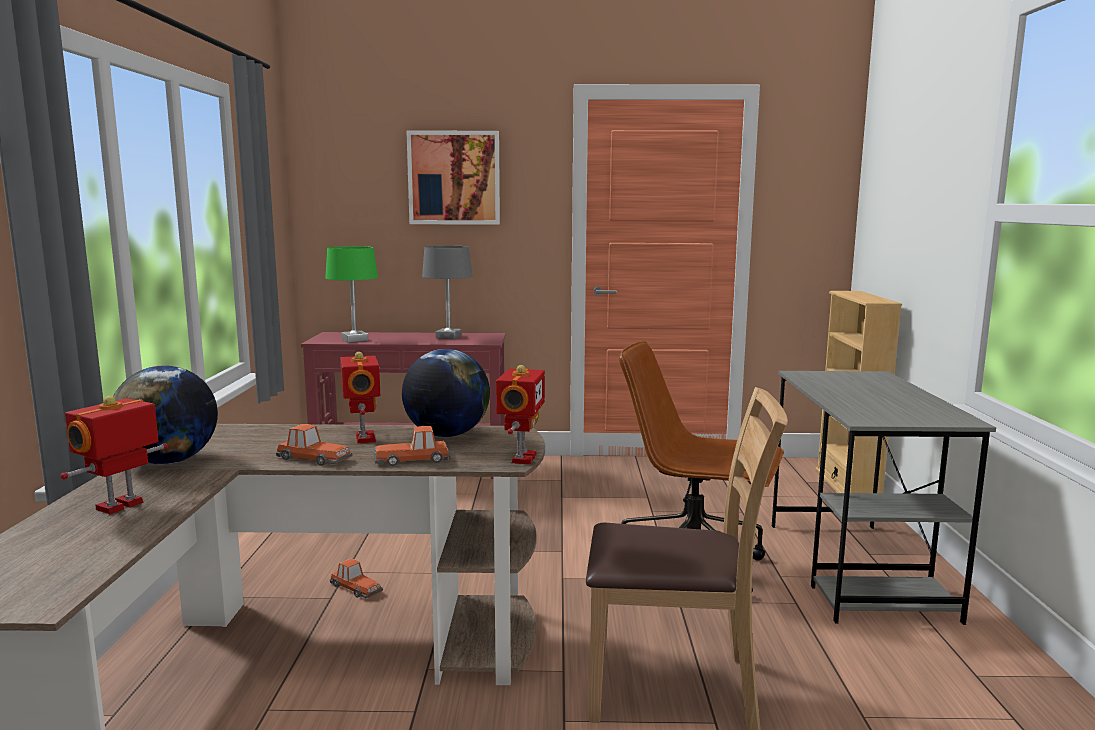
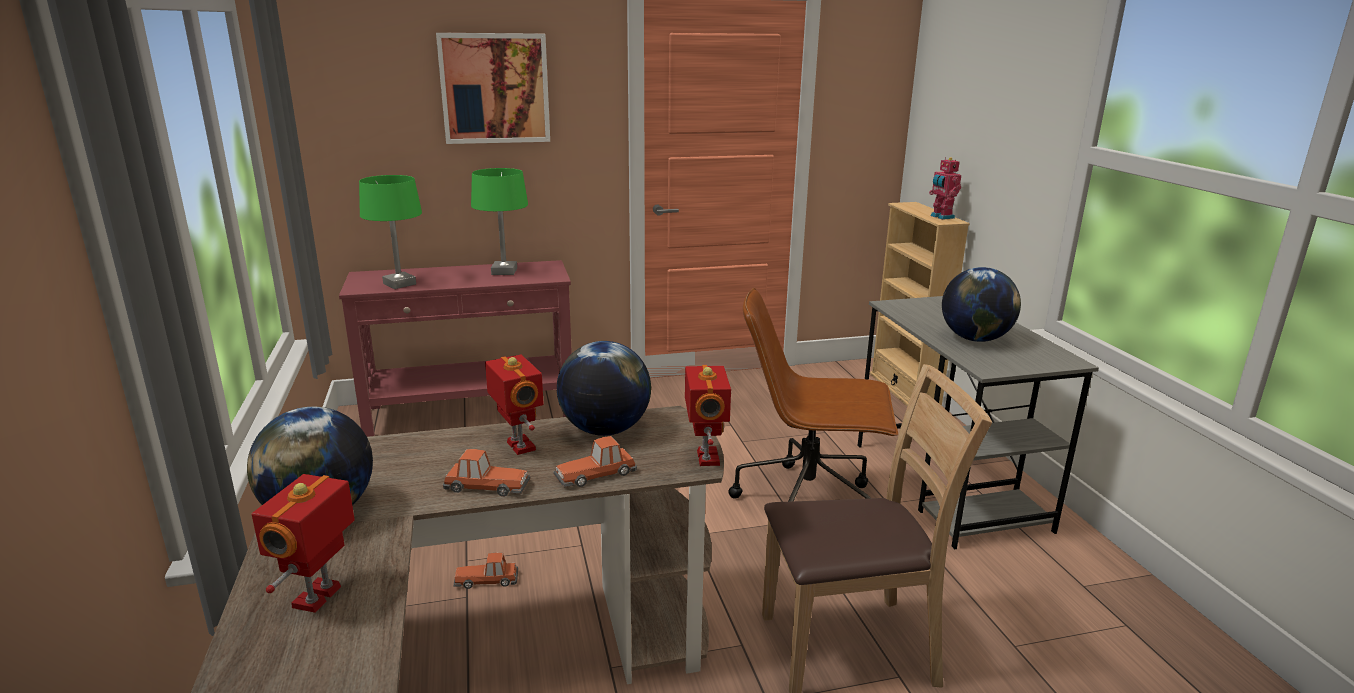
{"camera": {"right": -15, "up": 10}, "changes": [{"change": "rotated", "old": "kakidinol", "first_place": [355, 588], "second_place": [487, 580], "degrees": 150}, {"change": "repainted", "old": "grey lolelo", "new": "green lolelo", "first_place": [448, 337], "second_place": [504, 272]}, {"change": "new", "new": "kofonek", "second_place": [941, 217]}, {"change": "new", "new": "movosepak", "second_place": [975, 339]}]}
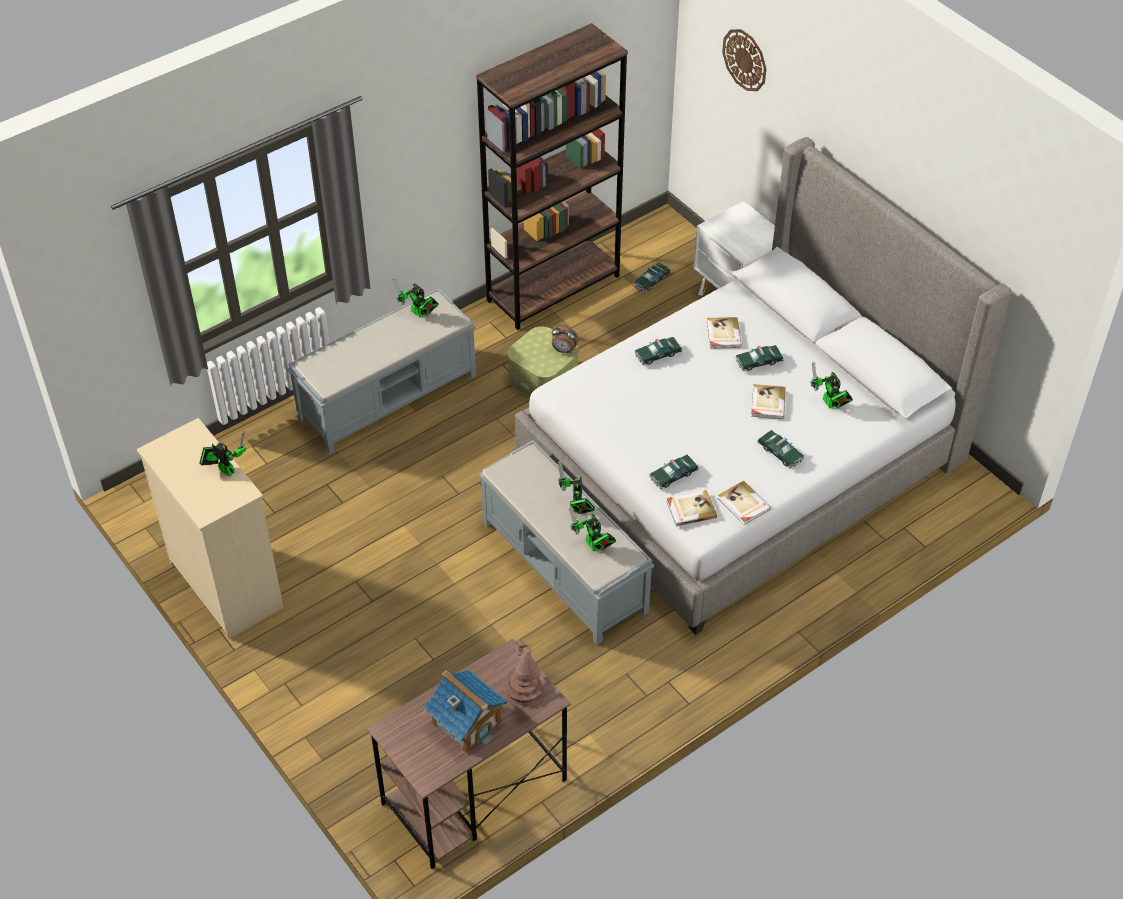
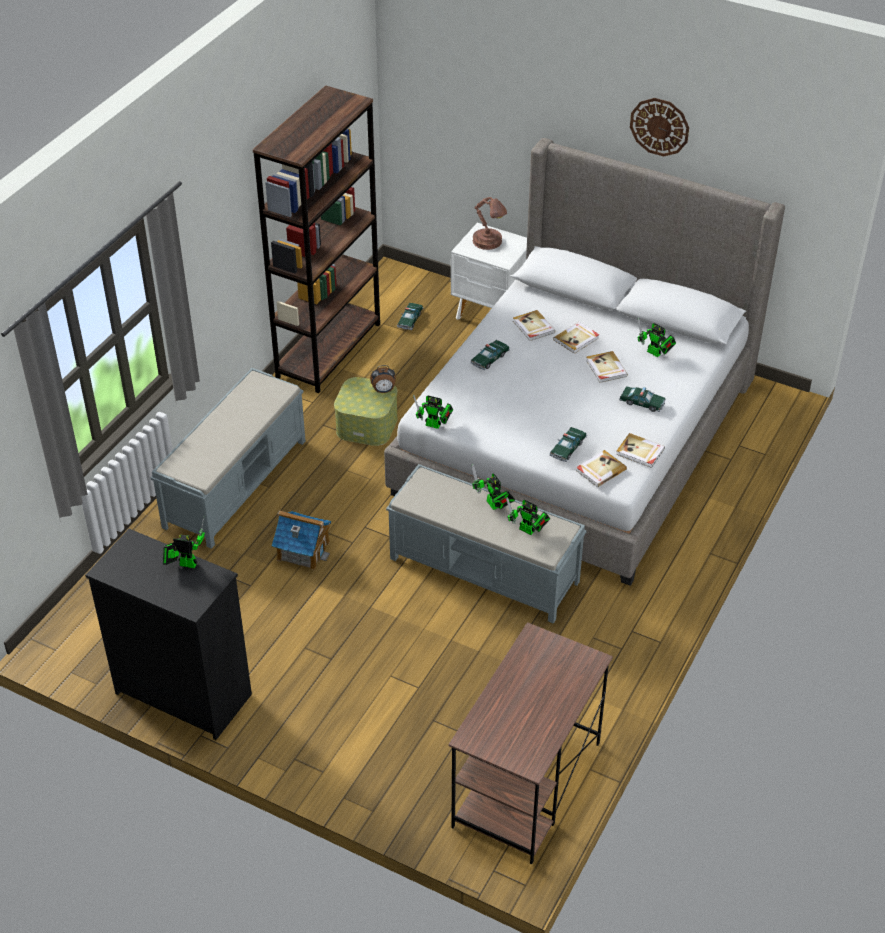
{"camera": {"right": -25, "up": -5}, "changes": [{"change": "repainted", "old": "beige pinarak", "new": "black pinarak", "first_place": [226, 583], "second_place": [183, 693]}, {"change": "shifted", "old": "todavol", "first_place": [466, 722], "second_place": [303, 550]}, {"change": "shifted", "old": "kofonek", "first_place": [419, 314], "second_place": [435, 425]}, {"change": "shifted", "old": "brown lolelo", "first_place": [525, 690], "second_place": [489, 242]}, {"change": "swapped", "old": "kakidinol", "new": "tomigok", "first_place": [758, 362], "second_place": [577, 339]}, {"change": "shifted", "old": "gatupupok", "first_place": [745, 59], "second_place": [659, 126]}]}
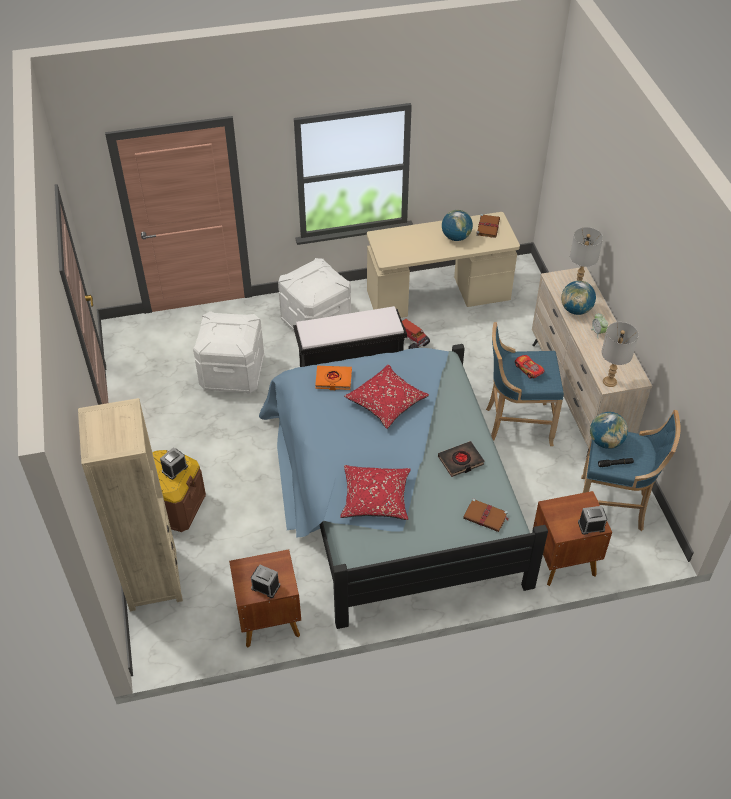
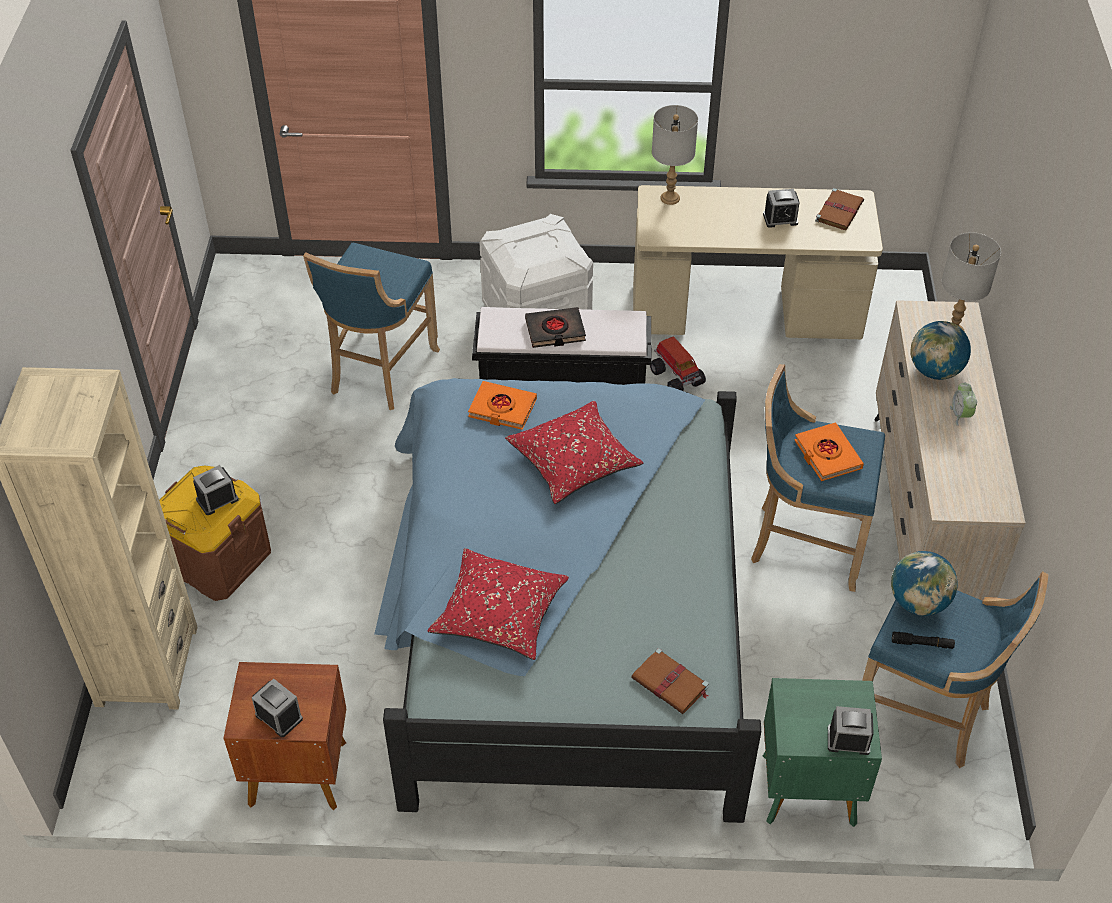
{"camera": {"right": 15, "up": 0}, "changes": [{"change": "swapped", "old": "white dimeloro", "new": "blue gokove", "first_place": [232, 374], "second_place": [379, 372]}, {"change": "shifted", "old": "black tomigok", "first_place": [461, 461], "second_place": [555, 331]}, {"change": "shifted", "old": "grey lolelo", "first_place": [610, 382], "second_place": [670, 198]}, {"change": "swapped", "old": "movosepak", "new": "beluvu", "first_place": [456, 237], "second_place": [780, 219]}, {"change": "repainted", "old": "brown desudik", "new": "green desudik", "first_place": [563, 560], "second_place": [807, 787]}, {"change": "swapped", "old": "kakidinol", "new": "orange tomigok", "first_place": [528, 370], "second_place": [827, 455]}]}
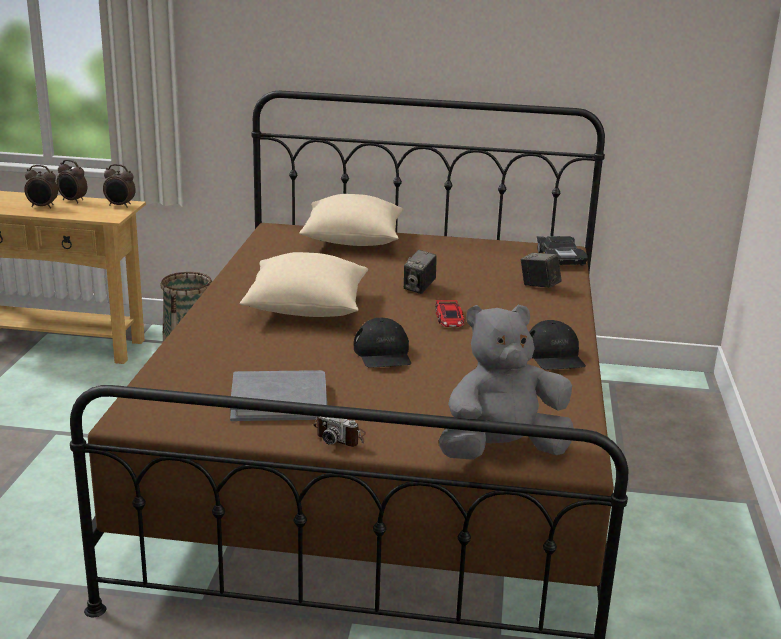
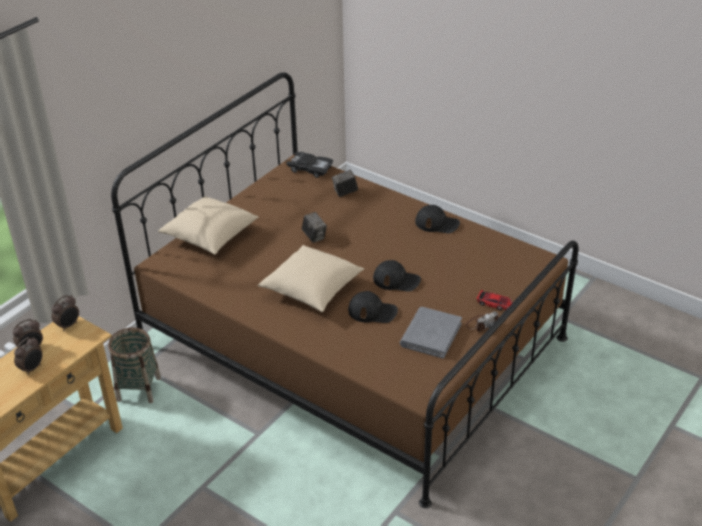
{"camera": {"right": -60, "up": 15}, "changes": [{"change": "new", "new": "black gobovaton", "second_place": [372, 311]}, {"change": "shifted", "old": "kakidinol", "first_place": [449, 318], "second_place": [494, 303]}, {"change": "gone", "old": "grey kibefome", "first_place": [502, 451]}]}
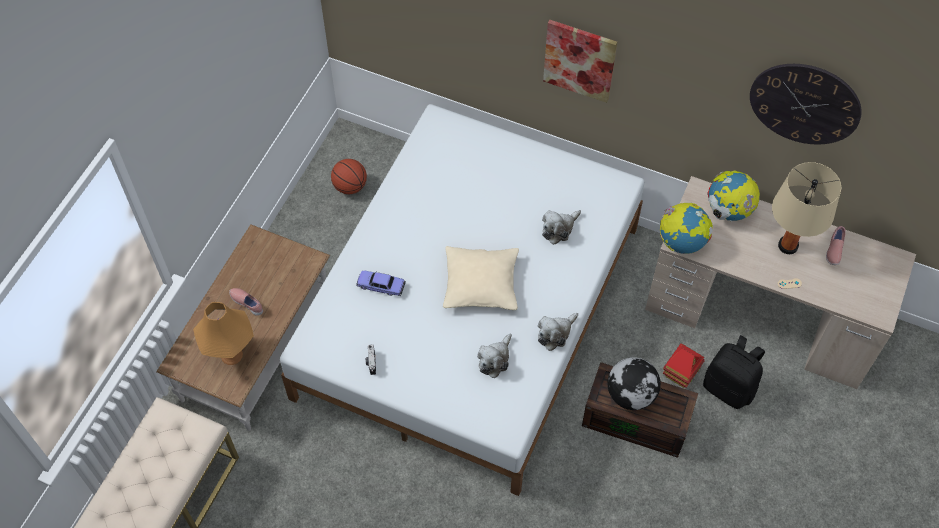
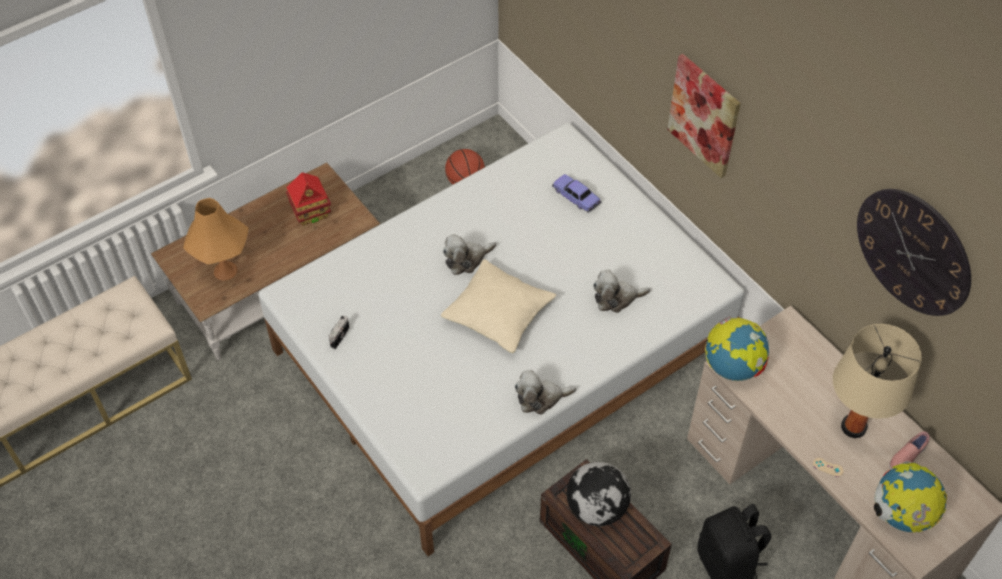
{"camera": {"right": 30, "up": -5}, "changes": [{"change": "shifted", "old": "todavol", "first_place": [680, 373], "second_place": [311, 213]}, {"change": "shifted", "old": "kibefome", "first_place": [495, 359], "second_place": [466, 259]}, {"change": "shifted", "old": "kakidinol", "first_place": [381, 286], "second_place": [576, 197]}, {"change": "shifted", "old": "movosepak", "first_place": [728, 210], "second_place": [901, 514]}, {"change": "gone", "old": "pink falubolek", "first_place": [247, 303]}]}
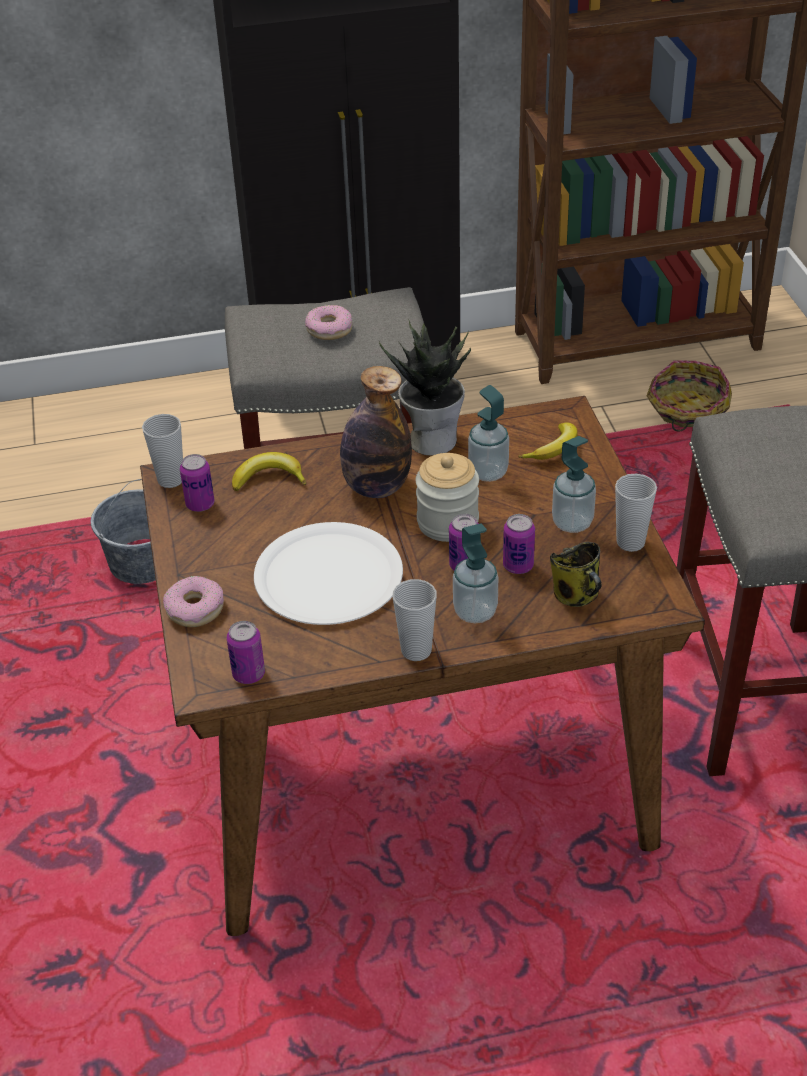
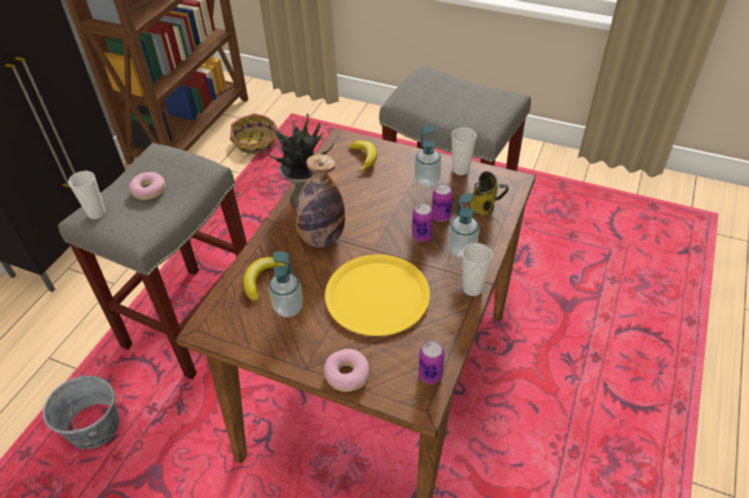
{"camera": {"right": -55, "up": 5}, "changes": [{"change": "shifted", "old": "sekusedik", "first_place": [170, 480], "second_place": [96, 213]}, {"change": "shifted", "old": "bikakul", "first_place": [488, 472], "second_place": [288, 308]}, {"change": "repainted", "old": "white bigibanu", "new": "yellow bigibanu", "first_place": [328, 576], "second_place": [377, 296]}, {"change": "gone", "old": "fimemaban", "first_place": [200, 504]}, {"change": "gone", "old": "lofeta", "first_place": [447, 522]}]}
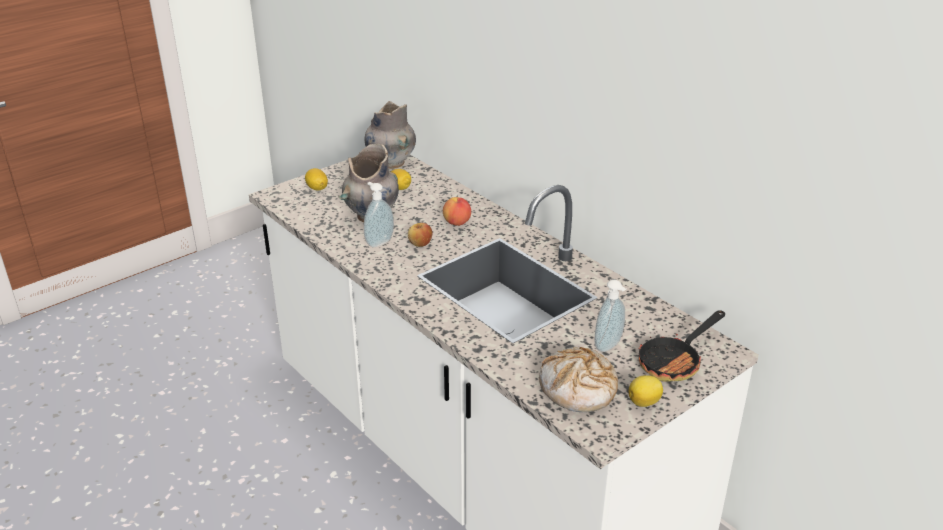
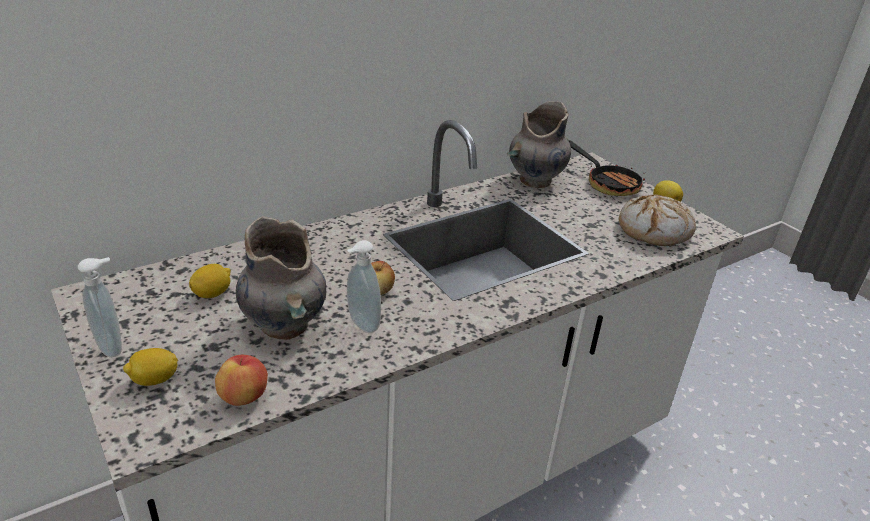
{"camera": {"right": -85, "up": 0}, "changes": [{"change": "shifted", "old": "bikakul", "first_place": [609, 346], "second_place": [112, 346]}, {"change": "shifted", "old": "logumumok", "first_place": [457, 223], "second_place": [244, 397]}, {"change": "shifted", "old": "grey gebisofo", "first_place": [390, 163], "second_place": [534, 181]}]}
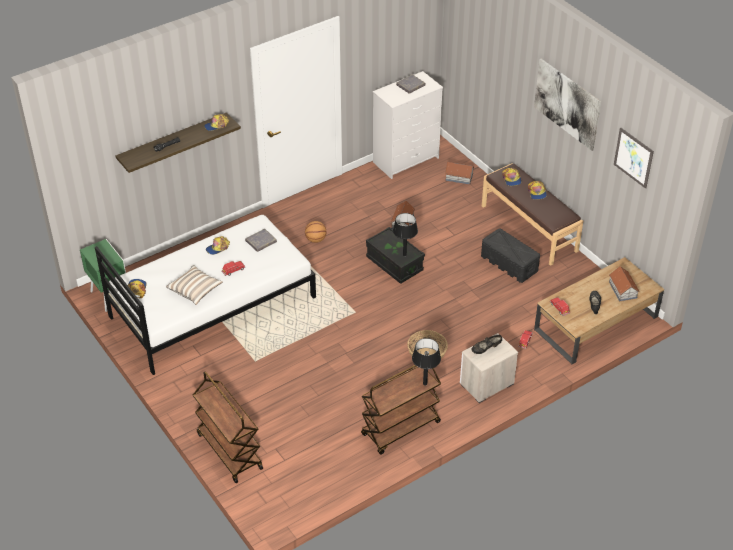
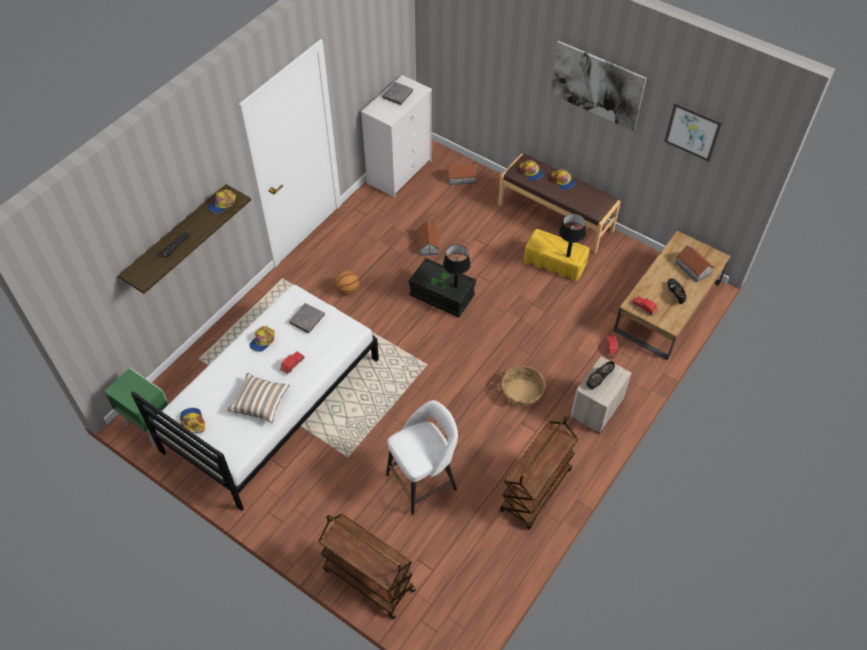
{"camera": {"right": -20, "up": 10}, "changes": [{"change": "new", "new": "white gokove", "second_place": [423, 481]}, {"change": "repainted", "old": "black dimeloro", "new": "yellow dimeloro", "first_place": [509, 264], "second_place": [555, 263]}, {"change": "shifted", "old": "black lolelo", "first_place": [425, 384], "second_place": [568, 255]}]}
